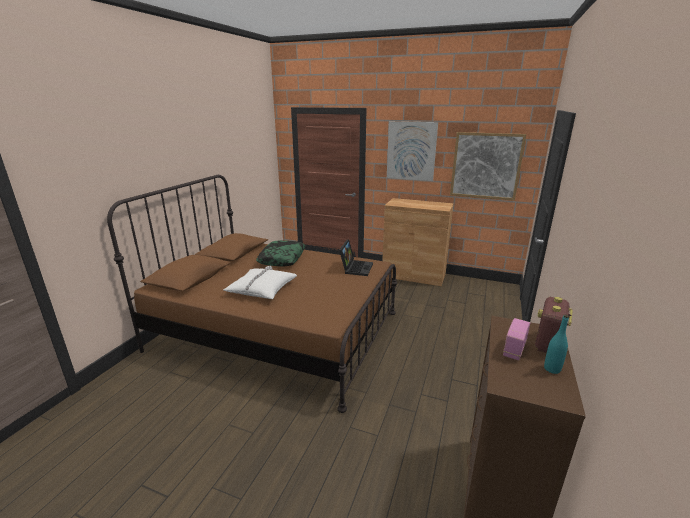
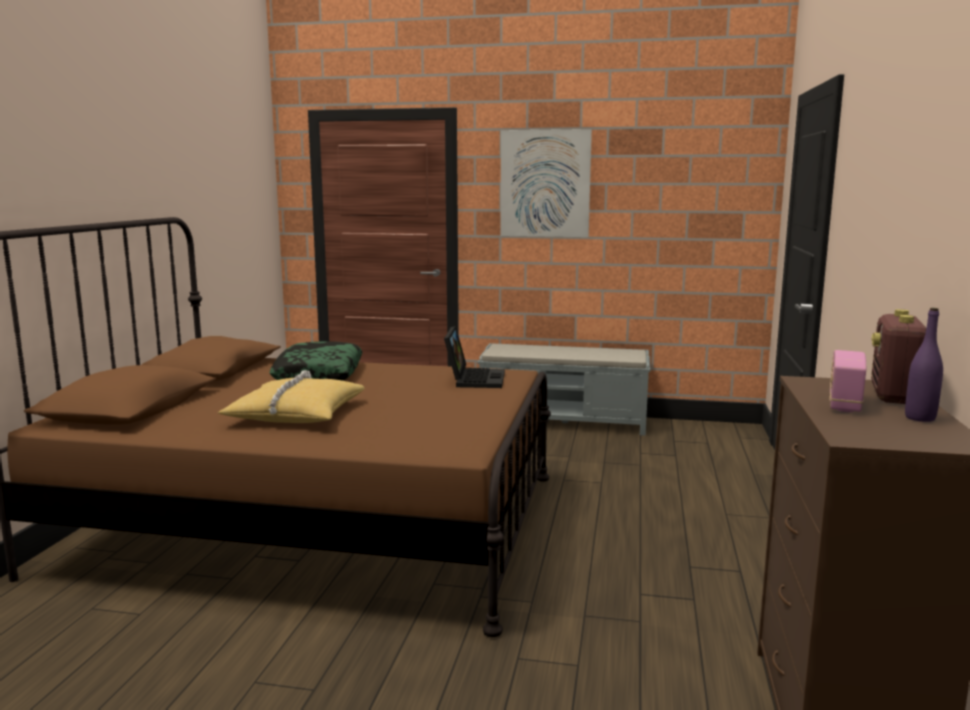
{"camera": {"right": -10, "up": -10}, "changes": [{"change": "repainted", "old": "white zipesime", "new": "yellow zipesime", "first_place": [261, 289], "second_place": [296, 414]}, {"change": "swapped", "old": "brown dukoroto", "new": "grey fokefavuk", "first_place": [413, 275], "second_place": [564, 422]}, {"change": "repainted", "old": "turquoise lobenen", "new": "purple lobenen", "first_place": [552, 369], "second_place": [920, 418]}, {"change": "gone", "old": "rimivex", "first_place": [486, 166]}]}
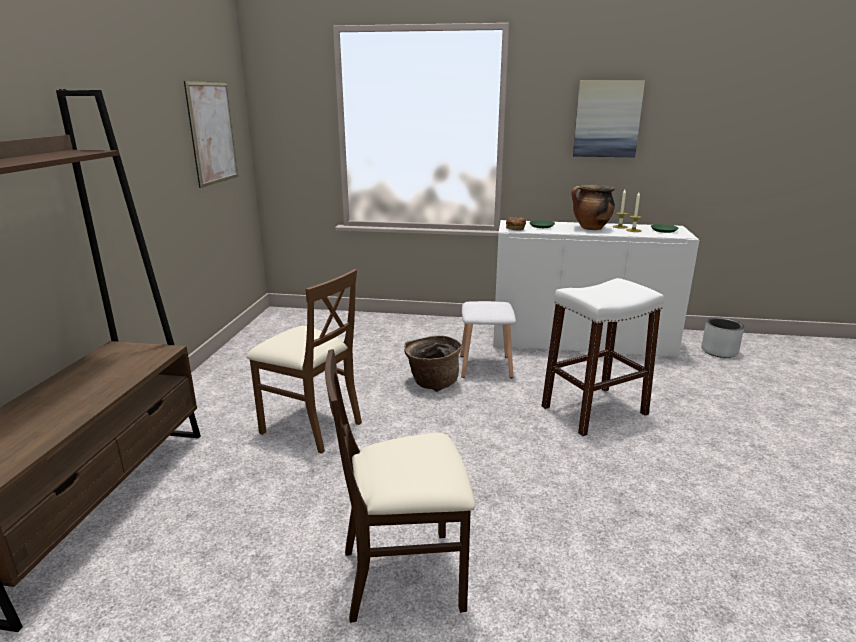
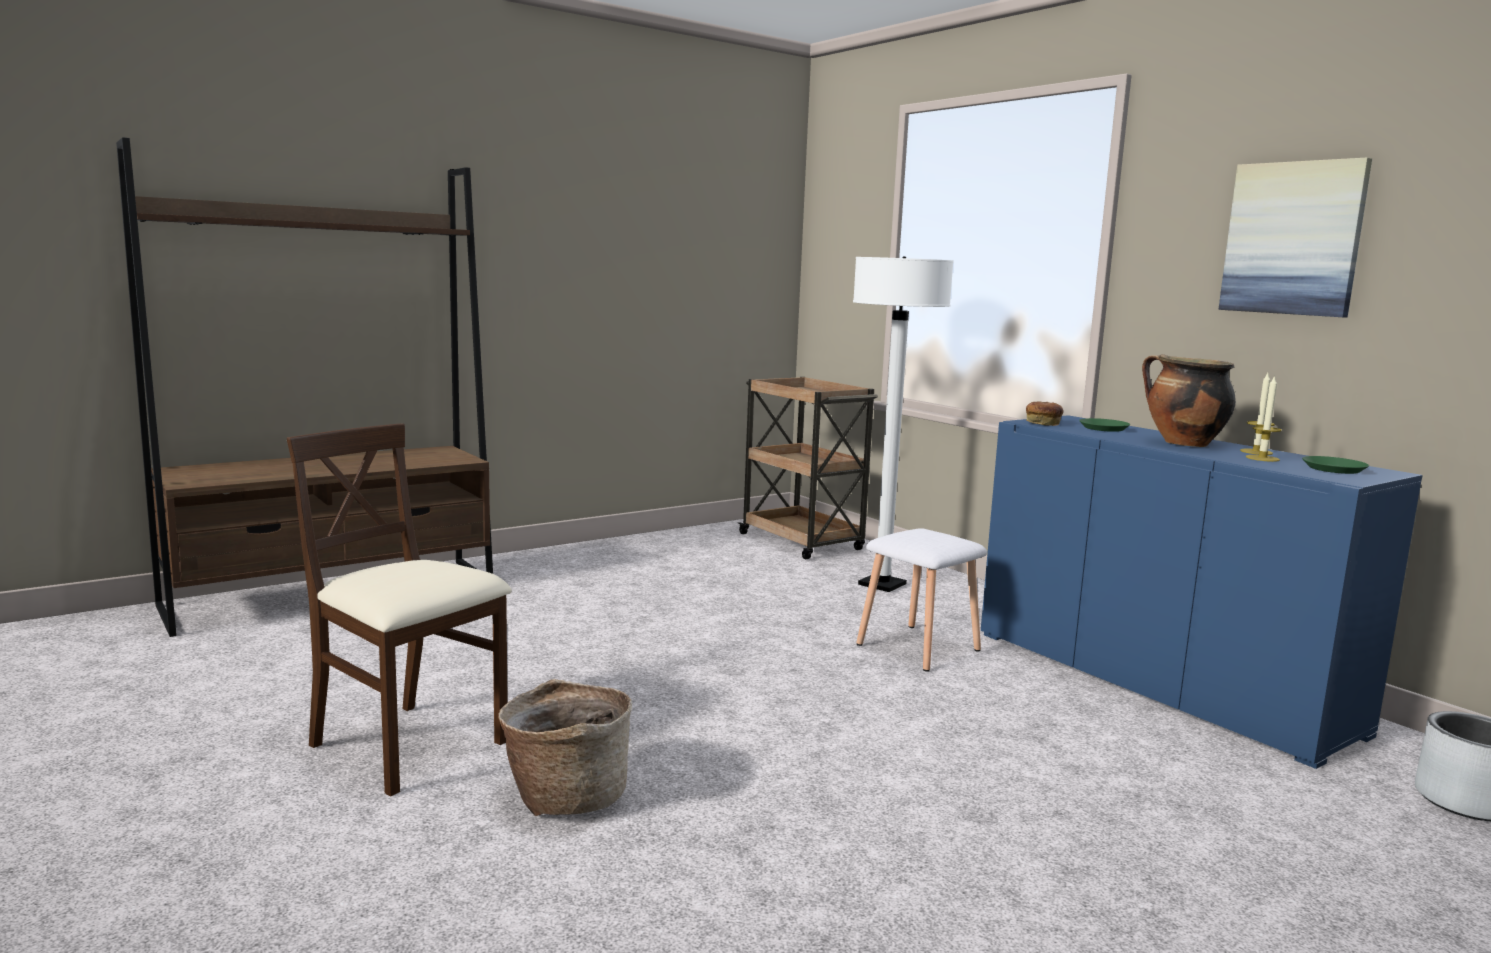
{"camera": {"right": 45, "up": -10}, "changes": [{"change": "shifted", "old": "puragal", "first_place": [432, 383], "second_place": [565, 796]}, {"change": "new", "new": "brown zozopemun", "second_place": [802, 542]}, {"change": "new", "new": "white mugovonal", "second_place": [882, 585]}, {"change": "repainted", "old": "white dukoroto", "new": "blue dukoroto", "first_place": [580, 342], "second_place": [1157, 681]}, {"change": "gone", "old": "rimivex", "first_place": [212, 133]}, {"change": "gone", "old": "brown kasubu", "first_place": [311, 426]}, {"change": "gone", "old": "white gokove", "first_place": [594, 410]}]}
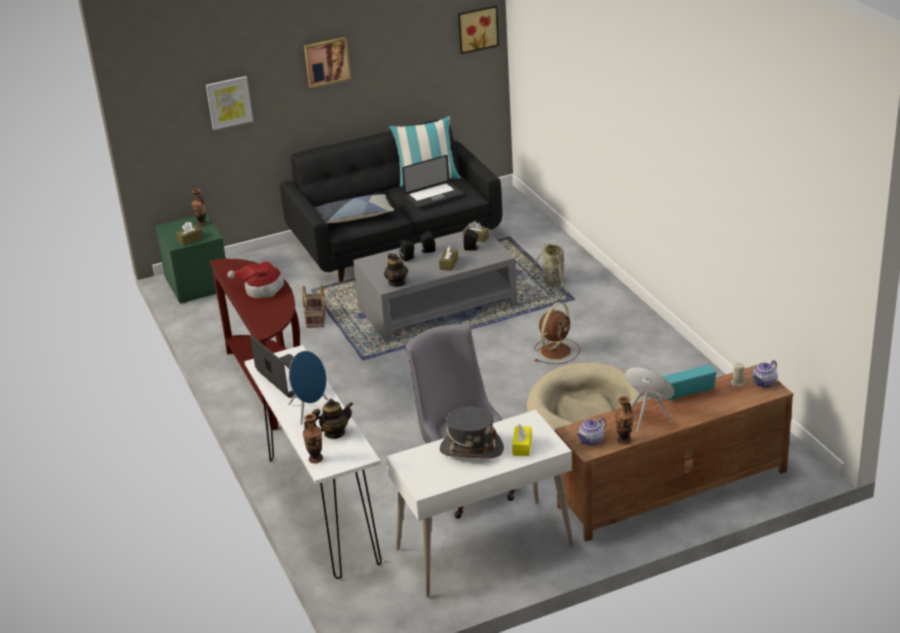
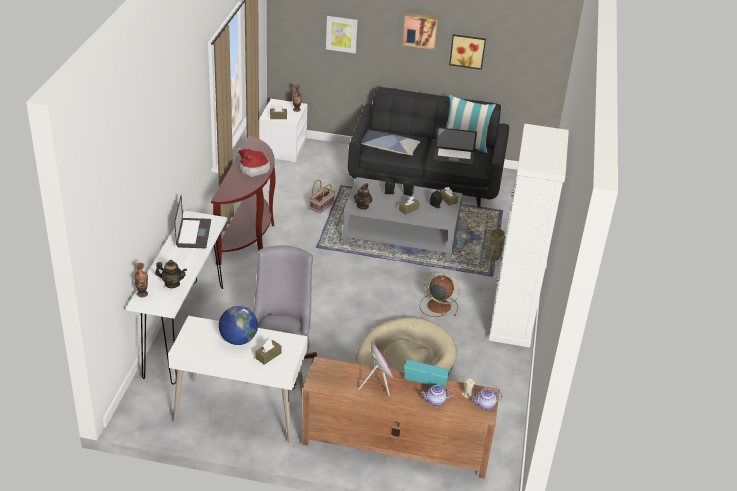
{"camera": {"right": 30, "up": 5}, "changes": [{"change": "swapped", "old": "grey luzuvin", "new": "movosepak", "first_place": [471, 449], "second_place": [238, 339]}, {"change": "repainted", "old": "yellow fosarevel", "new": "brown fosarevel", "first_place": [522, 446], "second_place": [268, 356]}, {"change": "repainted", "old": "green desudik", "new": "white desudik", "first_place": [196, 284], "second_place": [282, 148]}, {"change": "rotated", "old": "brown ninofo", "first_place": [556, 351], "second_place": [437, 306], "degrees": -135}, {"change": "shifted", "old": "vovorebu", "first_place": [591, 441], "second_place": [435, 401]}, {"change": "shifted", "old": "rimivex", "first_place": [477, 28], "second_place": [467, 51]}, {"change": "new", "new": "white dukoroto", "second_place": [512, 317]}, {"change": "gone", "old": "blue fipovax", "first_place": [310, 410]}, {"change": "gone", "old": "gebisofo", "first_place": [624, 440]}]}
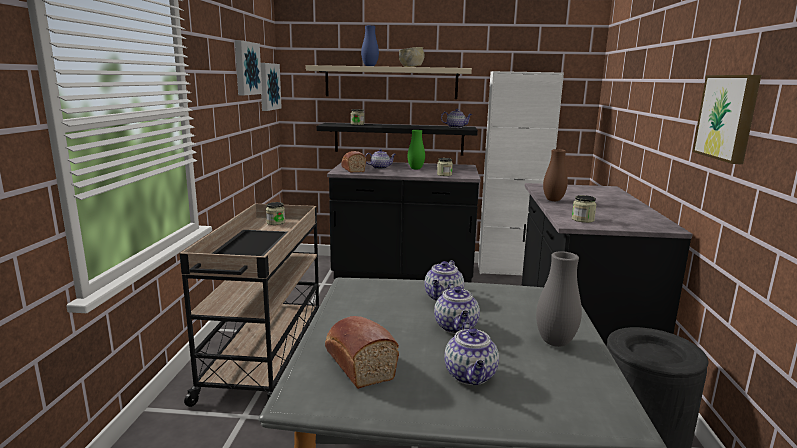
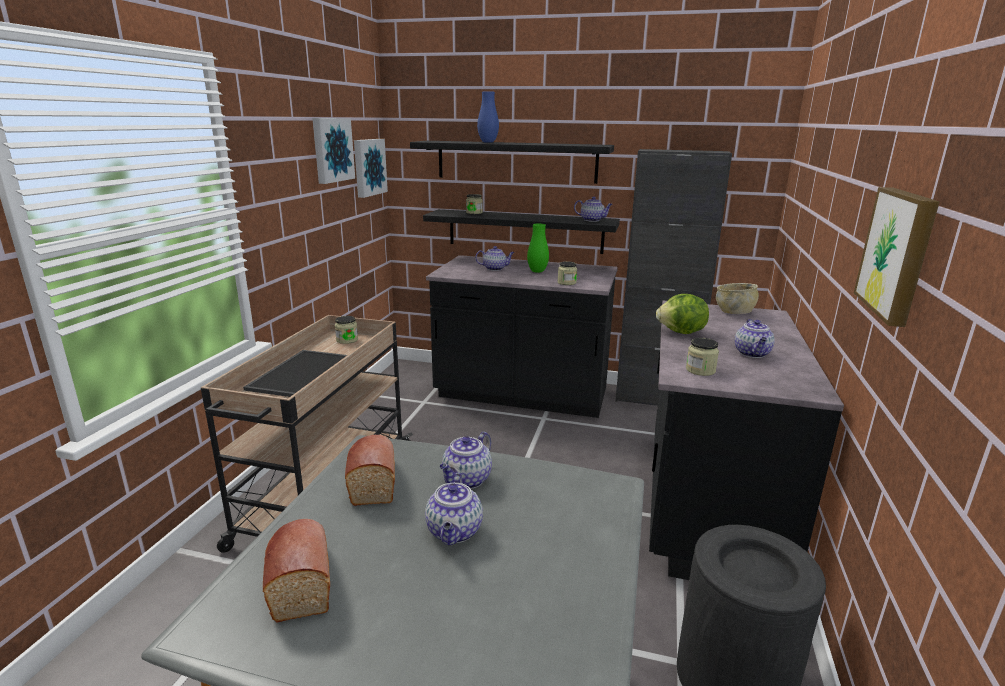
{"camera": {"right": 10, "up": 5}, "changes": [{"change": "shifted", "old": "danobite", "first_place": [352, 169], "second_place": [373, 480]}, {"change": "repainted", "old": "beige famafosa", "new": "black famafosa", "first_place": [391, 82], "second_place": [516, 161]}, {"change": "repainted", "old": "white dukoroto", "new": "black dukoroto", "first_place": [509, 270], "second_place": [654, 398]}, {"change": "swapped", "old": "brown gebisofo", "new": "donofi", "first_place": [553, 200], "second_place": [681, 333]}, {"change": "shifted", "old": "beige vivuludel", "first_place": [411, 67], "second_place": [734, 312]}, {"change": "shifted", "old": "vovorebu", "first_place": [471, 376], "second_place": [752, 354]}, {"change": "gone", "old": "grey gebisofo", "first_place": [555, 342]}]}
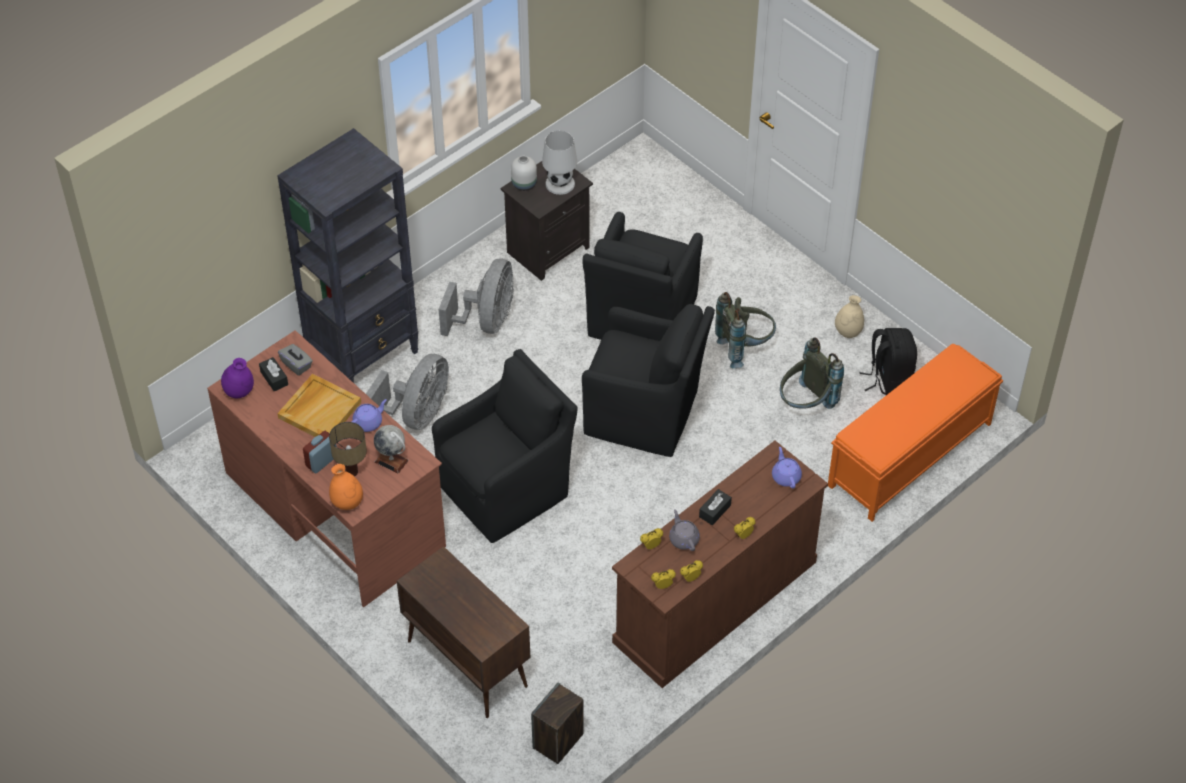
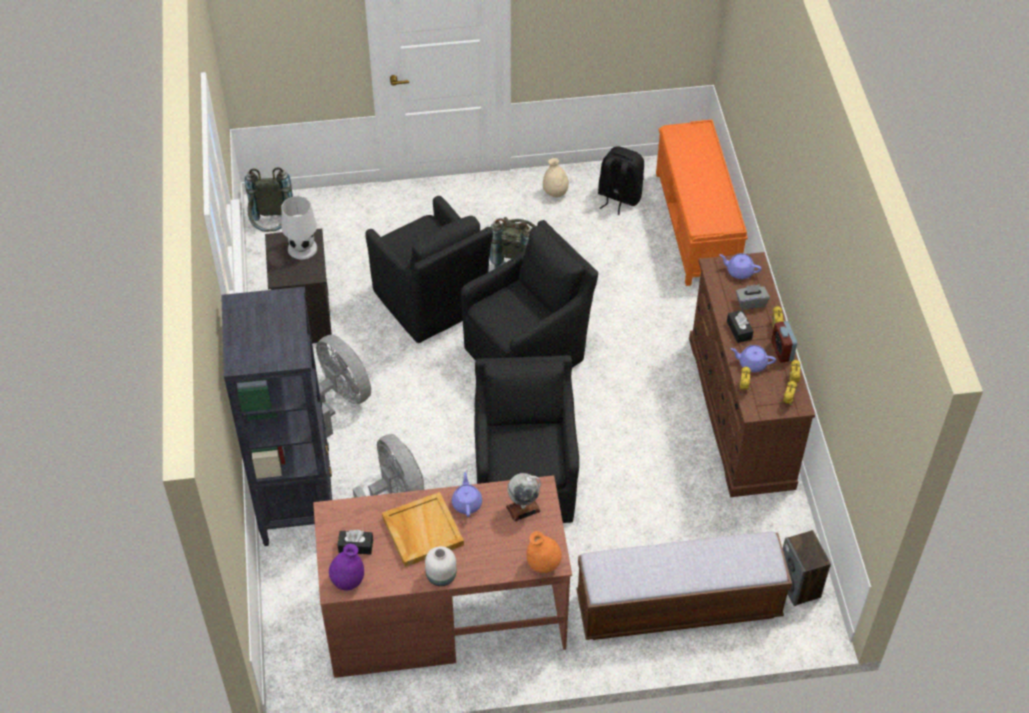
{"camera": {"right": -55, "up": 0}, "changes": [{"change": "shifted", "old": "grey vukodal", "first_place": [806, 404], "second_place": [273, 228]}, {"change": "shifted", "old": "white gebisofo", "first_place": [523, 184], "second_place": [440, 576]}, {"change": "swapped", "old": "brown dukoroto", "new": "fokefavuk", "first_place": [466, 663], "second_place": [678, 606]}, {"change": "repainted", "old": "grey vovorebu", "new": "purple vovorebu", "first_place": [683, 539], "second_place": [751, 363]}, {"change": "shifted", "old": "grey fosarevel", "first_place": [296, 365], "second_place": [751, 302]}, {"change": "shifted", "old": "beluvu", "first_place": [321, 461], "second_place": [782, 351]}, {"change": "gone", "old": "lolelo", "first_place": [351, 472]}]}
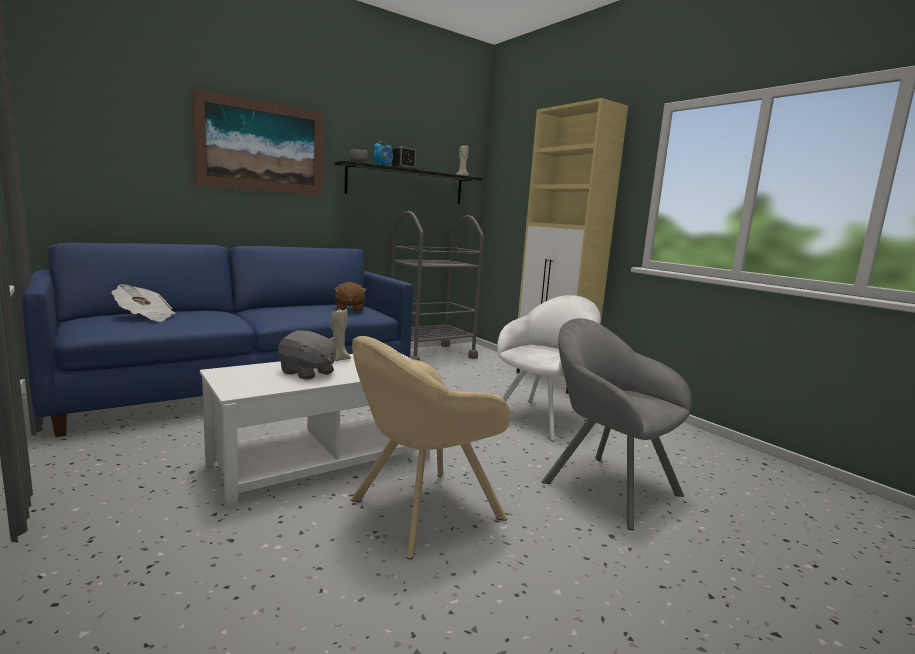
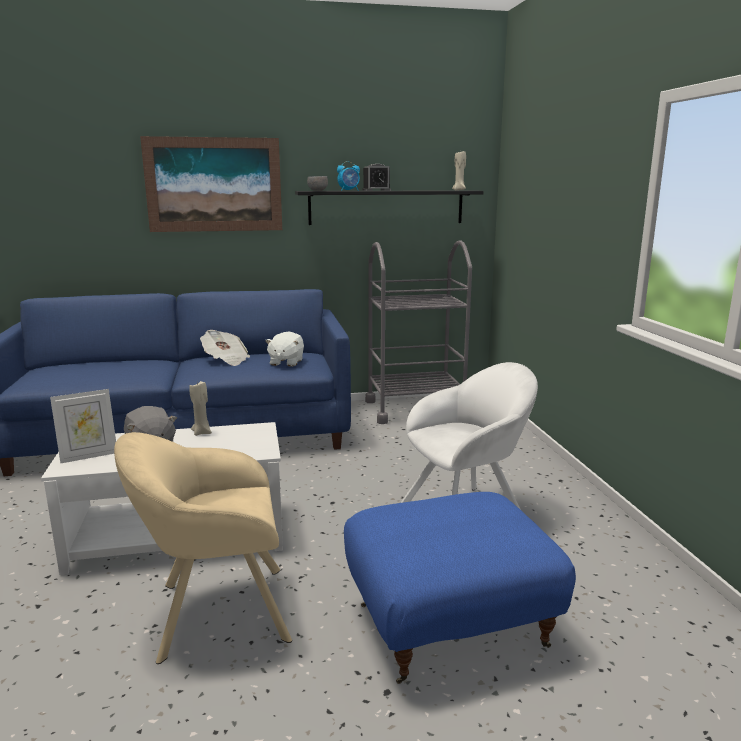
{"camera": {"right": 25, "up": 5}, "changes": [{"change": "new", "new": "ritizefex", "second_place": [89, 456]}, {"change": "shifted", "old": "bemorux", "first_place": [145, 317], "second_place": [226, 360]}, {"change": "repainted", "old": "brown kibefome", "new": "white kibefome", "first_place": [349, 309], "second_place": [286, 362]}, {"change": "swapped", "old": "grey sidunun", "new": "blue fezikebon", "first_place": [605, 485], "second_place": [450, 623]}, {"change": "gone", "old": "beige dukoroto", "first_place": [552, 381]}]}
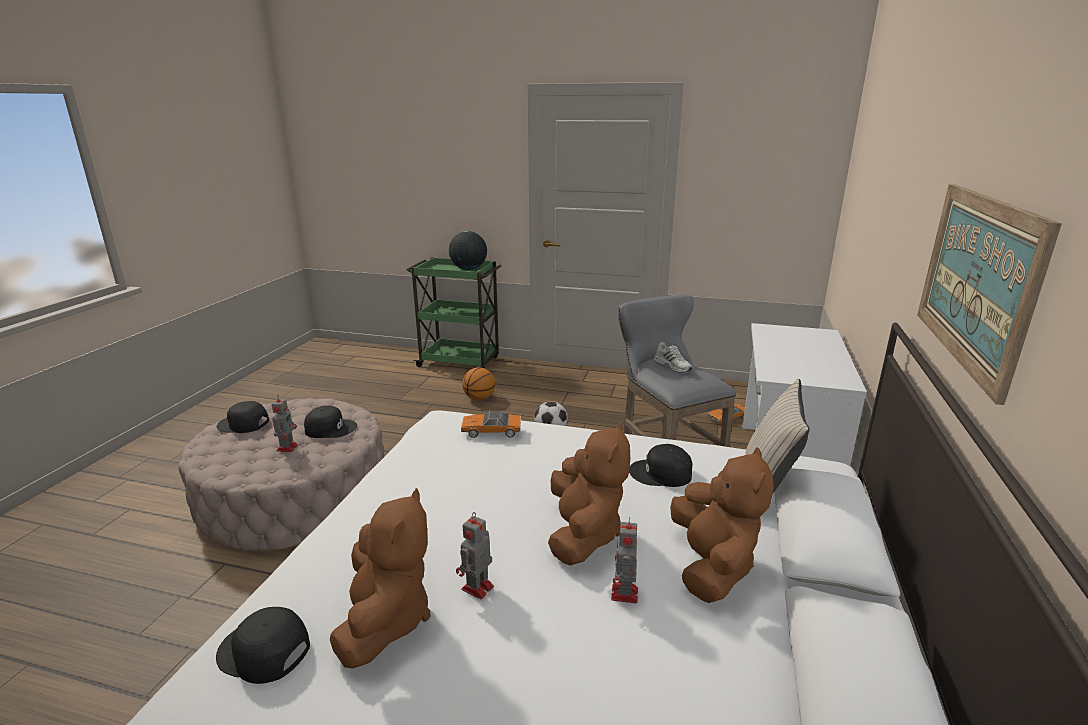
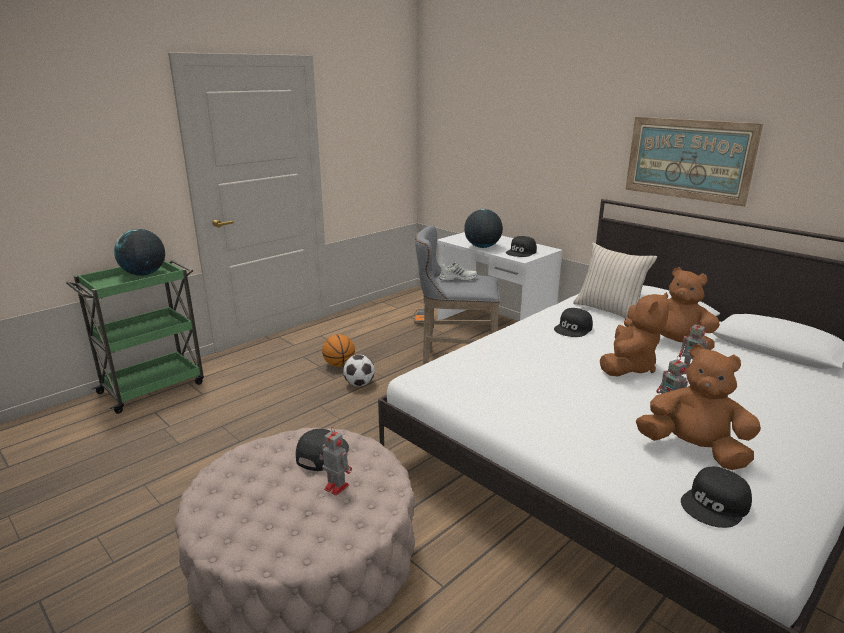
{"camera": {"right": -60, "up": 0}, "changes": [{"change": "shifted", "old": "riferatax", "first_place": [479, 398], "second_place": [339, 364]}, {"change": "new", "new": "movosepak", "second_place": [482, 247]}, {"change": "shifted", "old": "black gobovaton", "first_place": [243, 424], "second_place": [521, 252]}, {"change": "rotated", "old": "brown kibefome", "first_place": [583, 534], "second_place": [628, 366], "degrees": 90}, {"change": "gone", "old": "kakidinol", "first_place": [491, 431]}]}
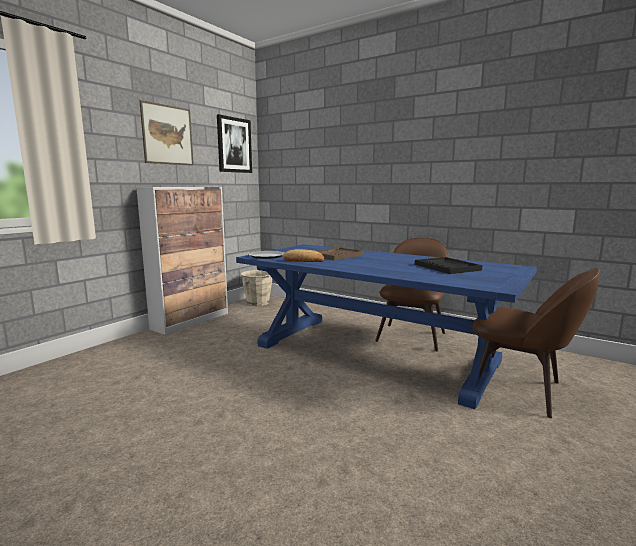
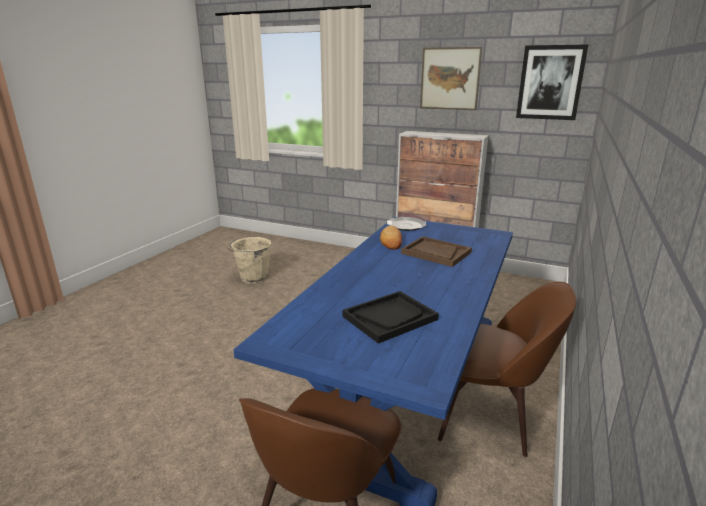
{"camera": {"right": 80, "up": 10}, "changes": [{"change": "shifted", "old": "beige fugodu", "first_place": [258, 303], "second_place": [253, 278]}]}
